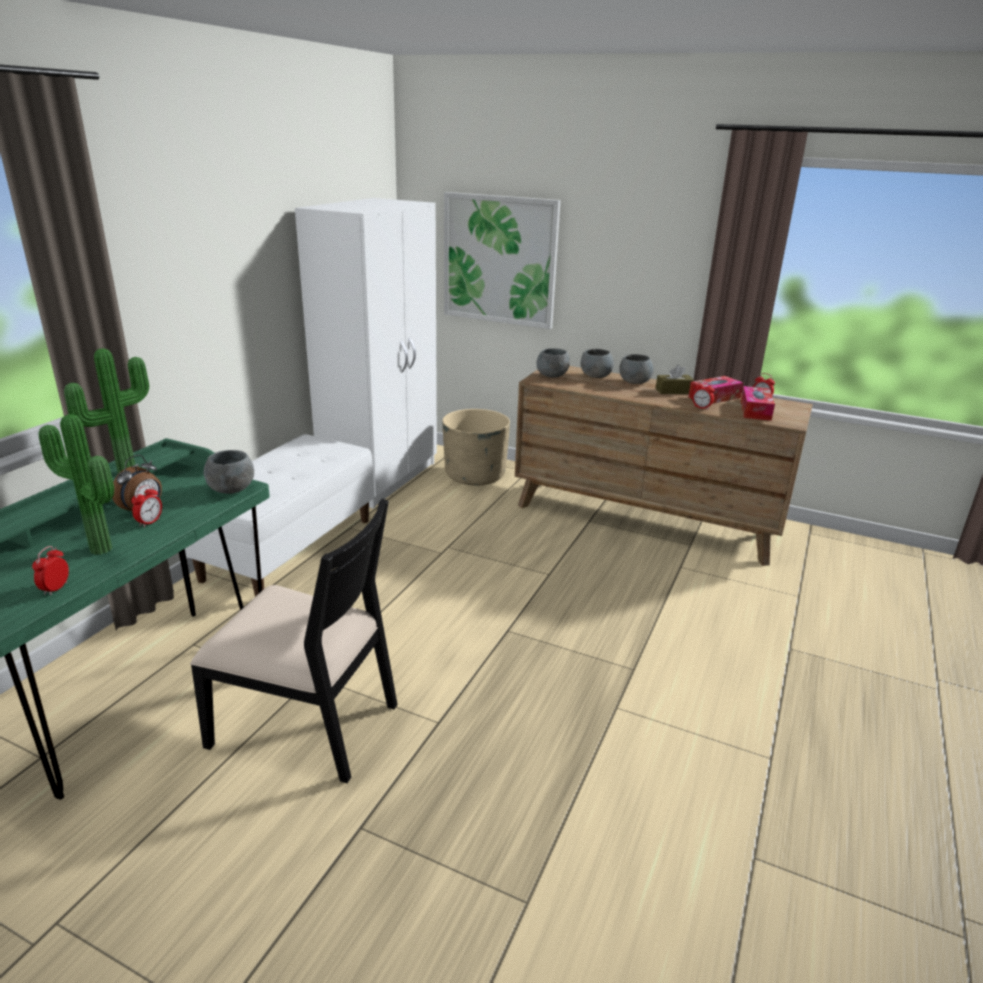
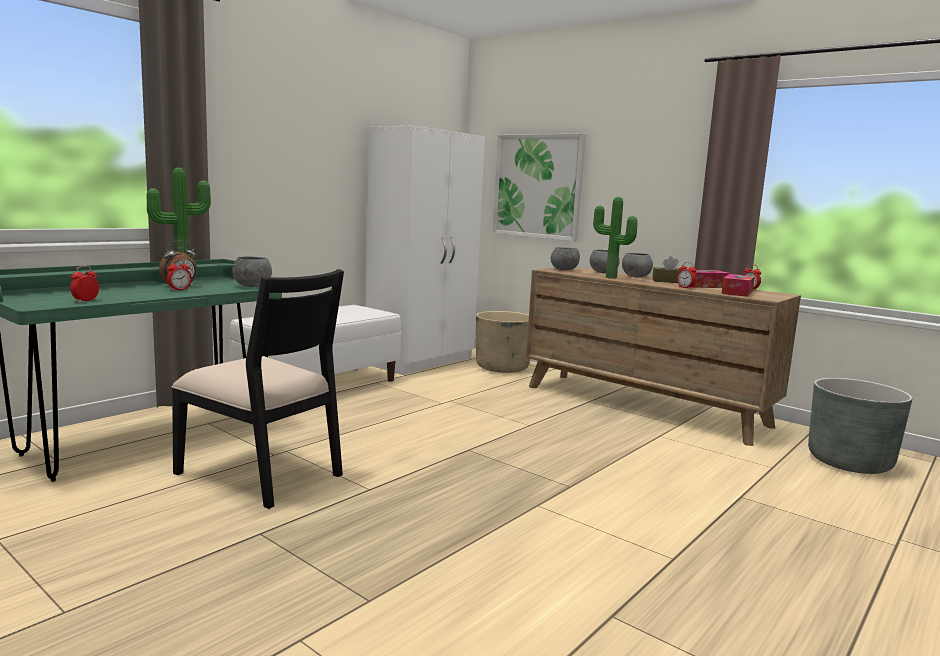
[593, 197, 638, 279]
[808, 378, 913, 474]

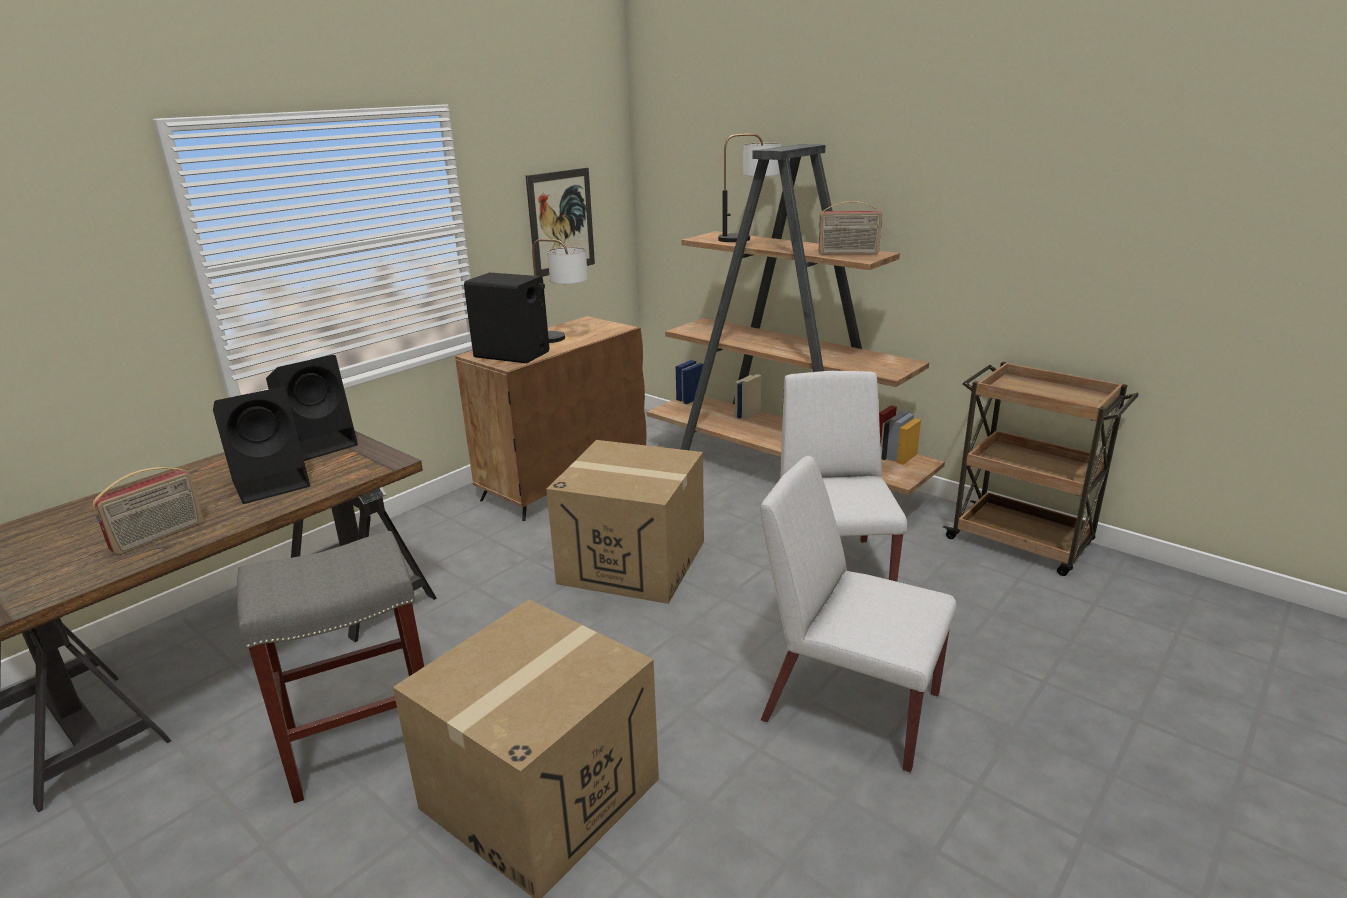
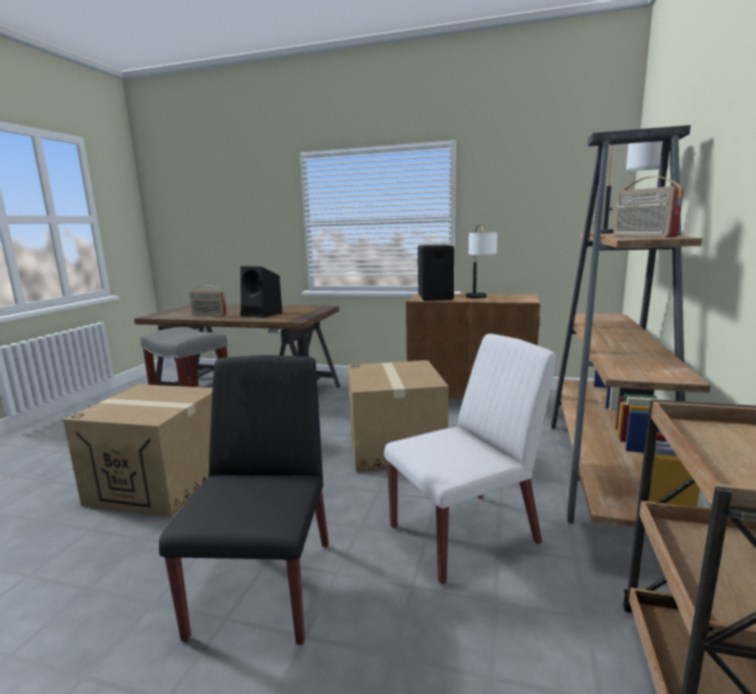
[266, 355, 358, 461] (first image)
[526, 168, 595, 277] (first image)
[159, 355, 329, 645]

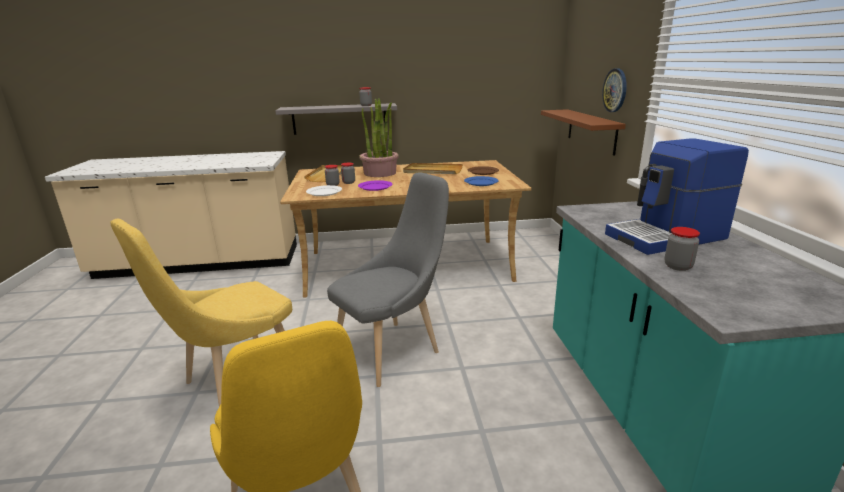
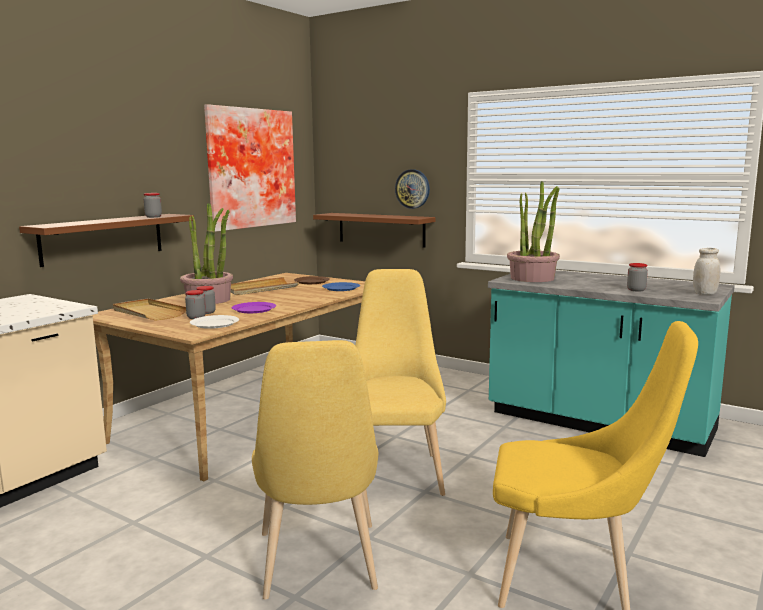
[19, 214, 194, 267]
[355, 269, 446, 496]
[605, 138, 749, 255] (first image)
[204, 104, 296, 232]
[507, 181, 560, 282]
[693, 248, 720, 295]

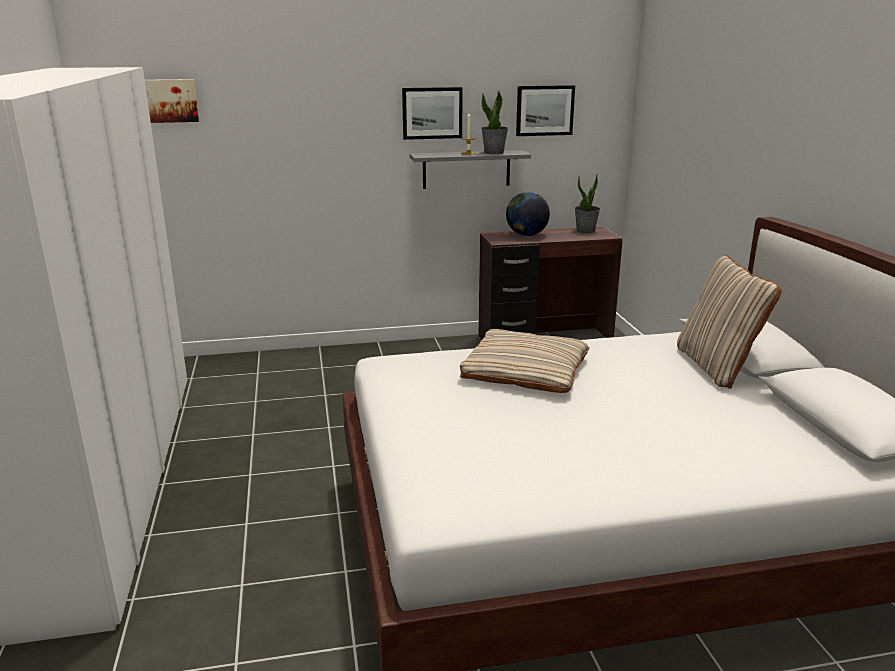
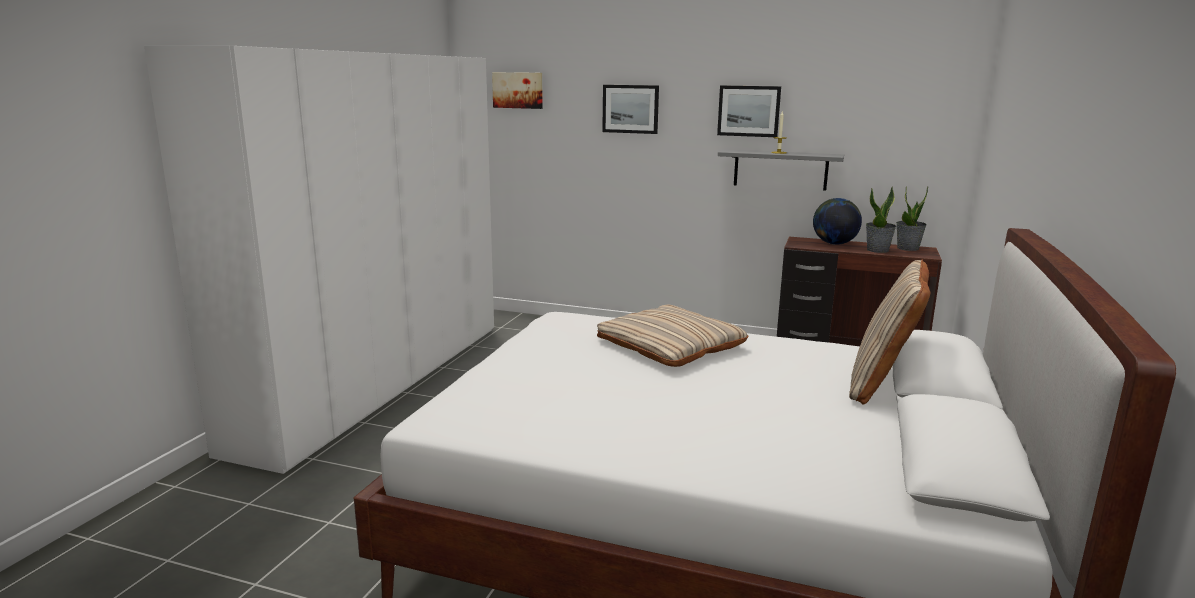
[866, 186, 896, 253]
[602, 85, 659, 134]

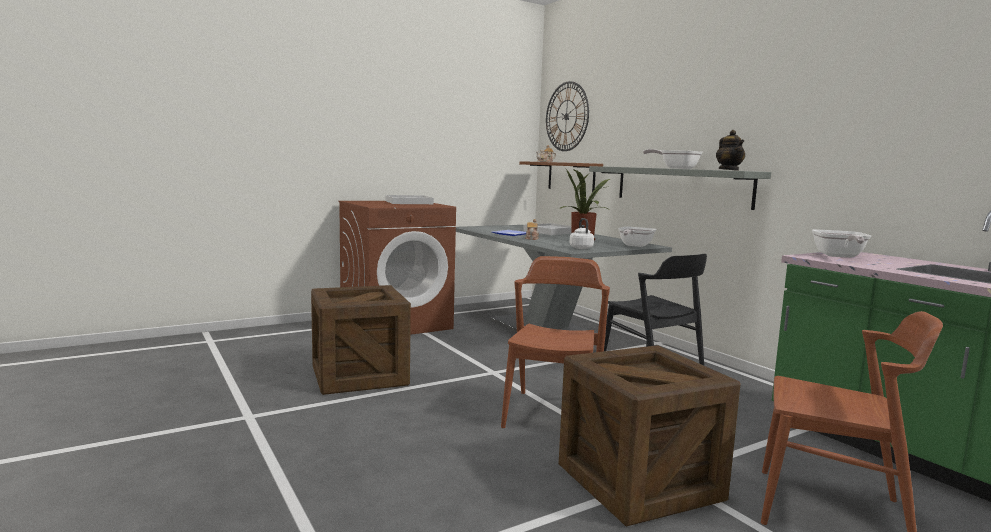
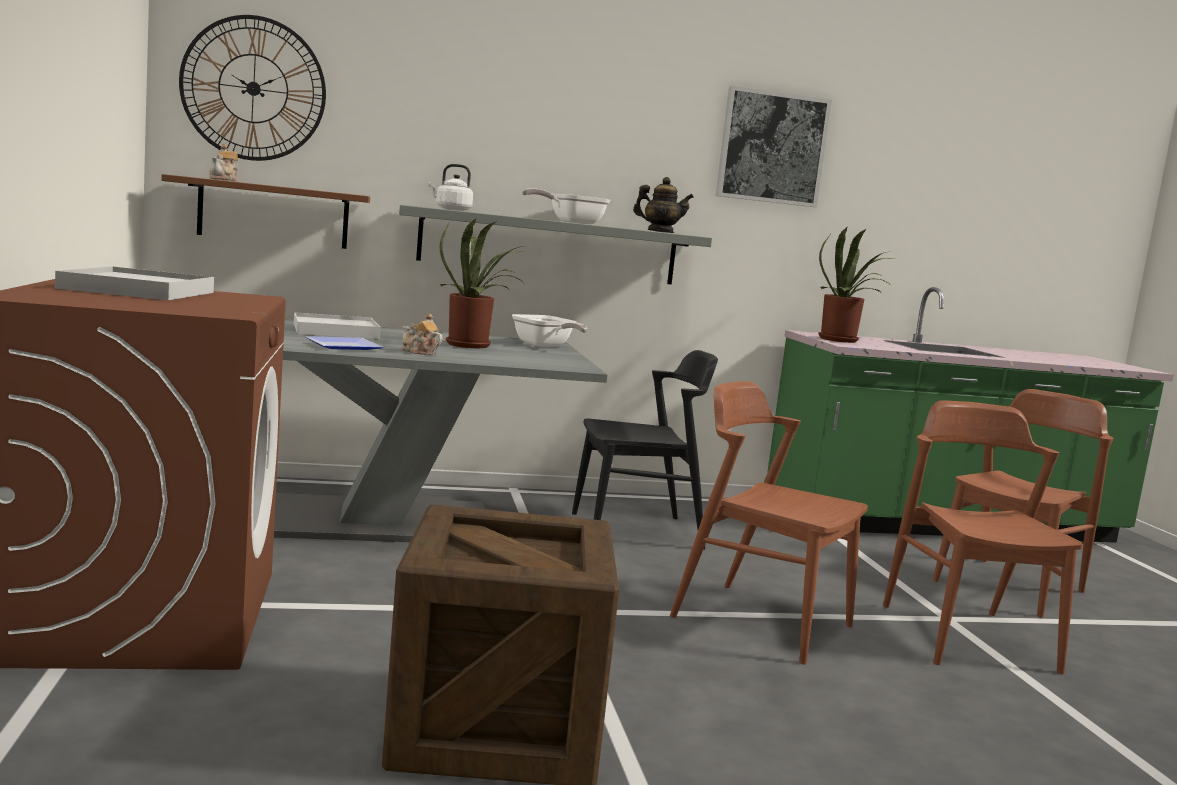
[883, 400, 1082, 674]
[428, 164, 473, 211]
[818, 227, 896, 343]
[716, 86, 832, 207]

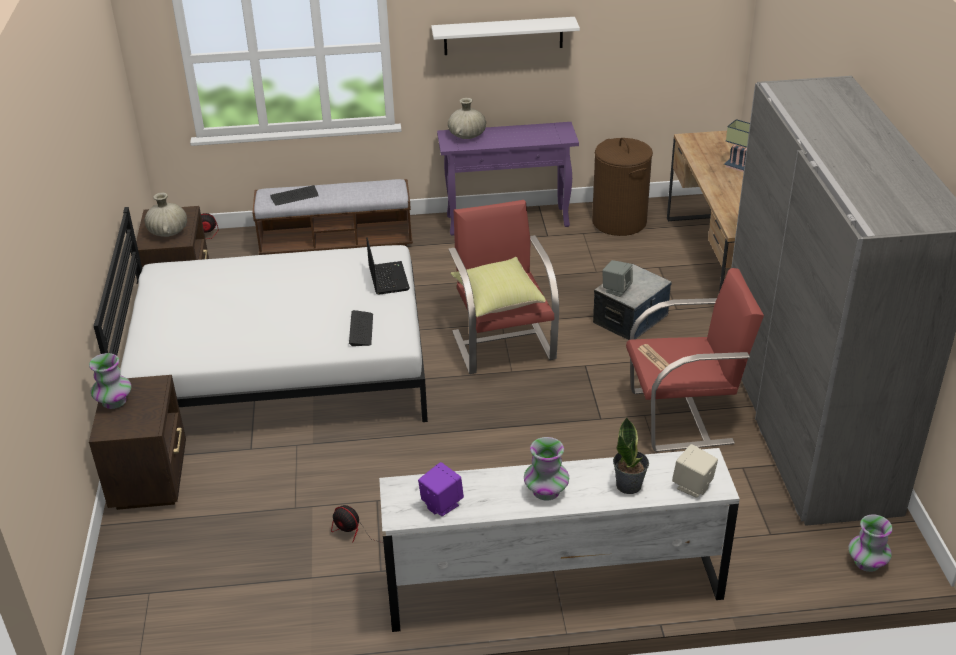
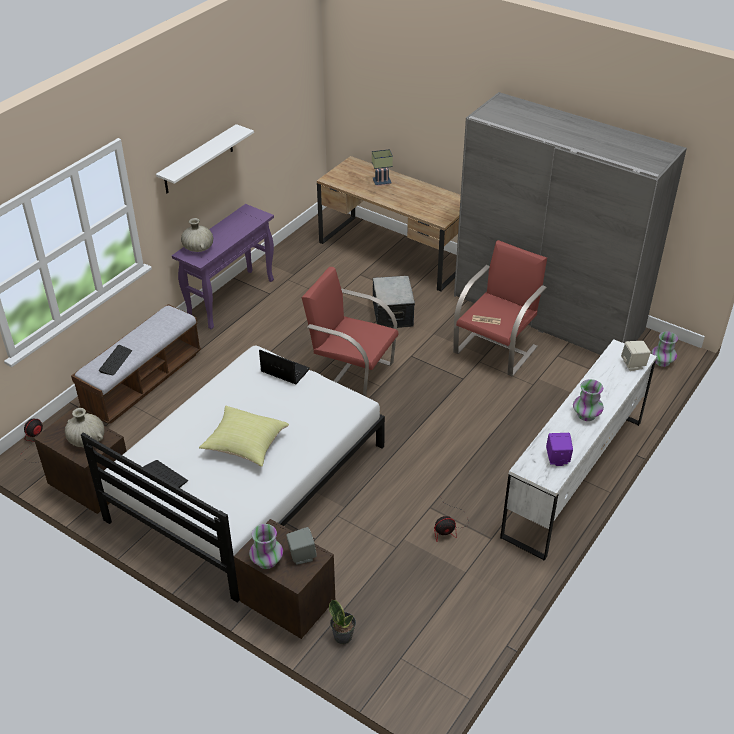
[144, 460, 188, 488]
[199, 406, 289, 467]
[592, 138, 653, 236] (first image)
[286, 527, 317, 565]
[329, 600, 356, 644]

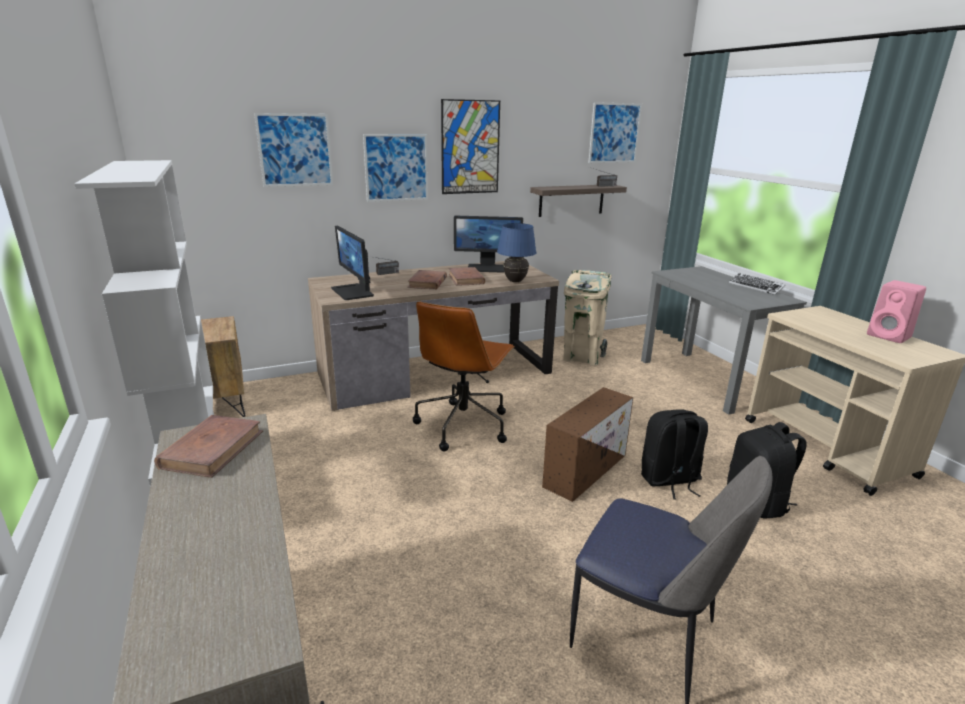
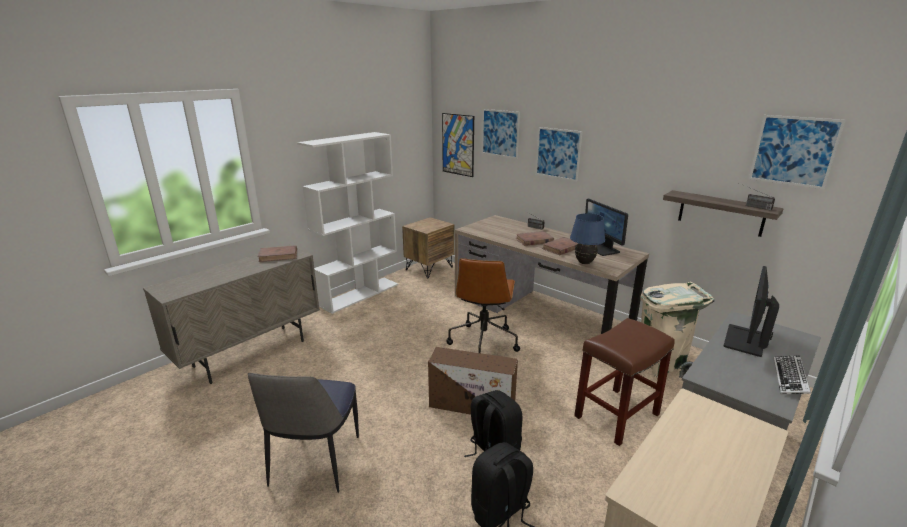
[723, 266, 779, 357]
[446, 258, 520, 353]
[442, 113, 474, 177]
[867, 280, 926, 343] (first image)
[574, 318, 675, 446]

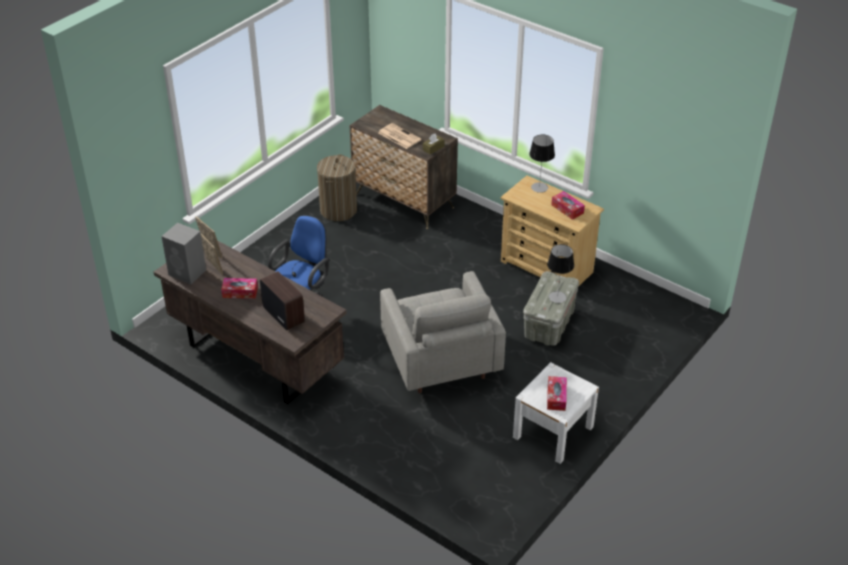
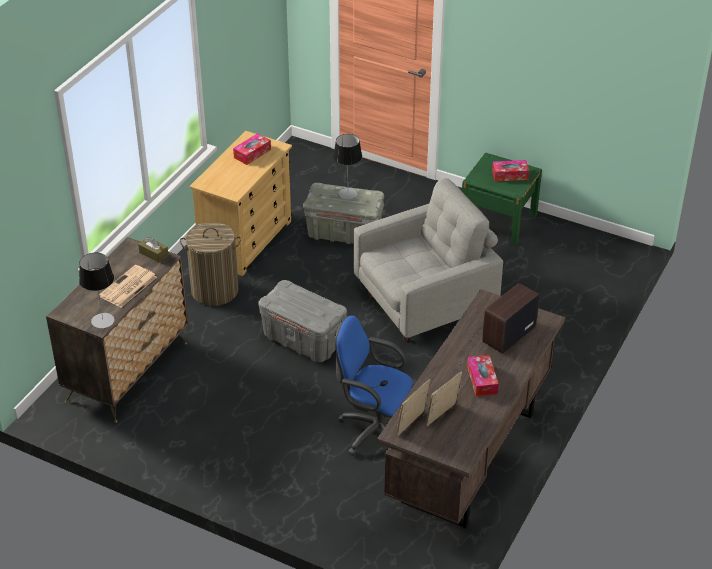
[161, 223, 206, 284] (first image)
[180, 222, 241, 306]
[462, 153, 542, 246]
[79, 253, 115, 328]
[258, 280, 347, 362]

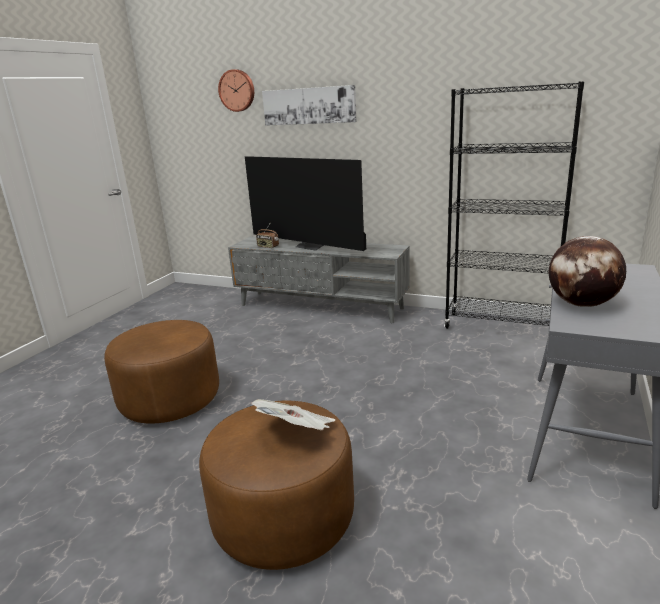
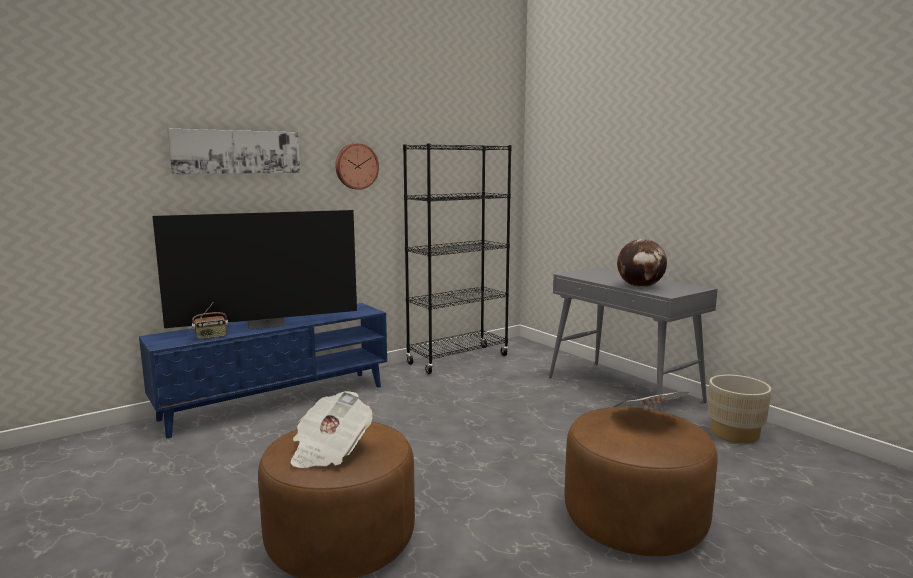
[335, 143, 379, 190]
[139, 303, 387, 439]
[291, 391, 373, 468]
[708, 375, 771, 444]

